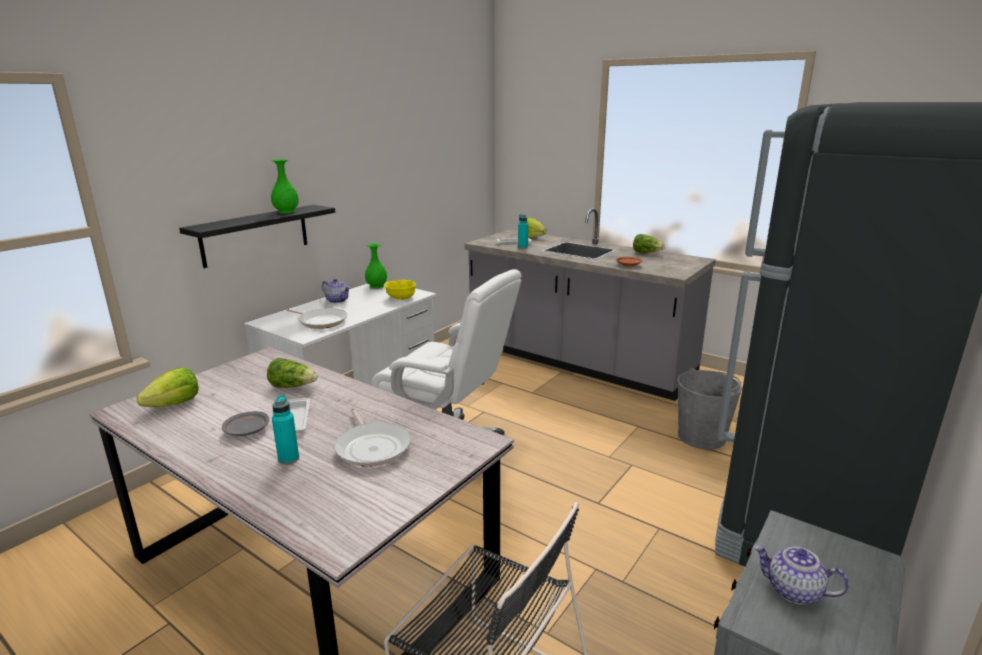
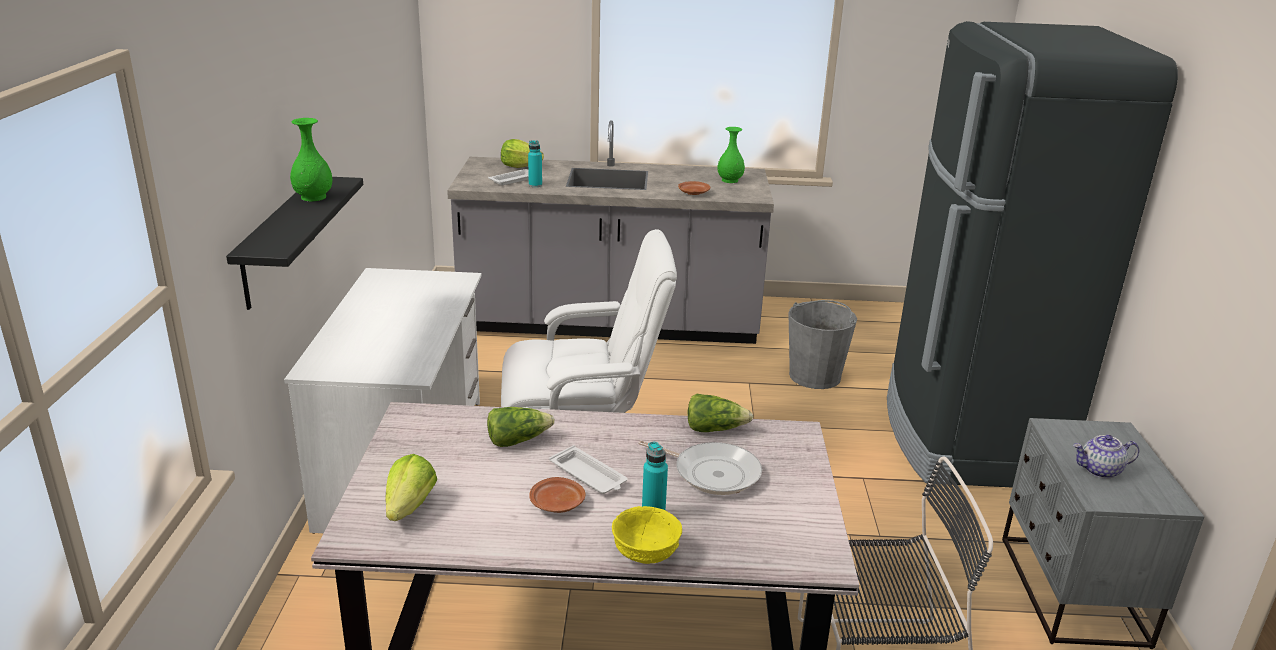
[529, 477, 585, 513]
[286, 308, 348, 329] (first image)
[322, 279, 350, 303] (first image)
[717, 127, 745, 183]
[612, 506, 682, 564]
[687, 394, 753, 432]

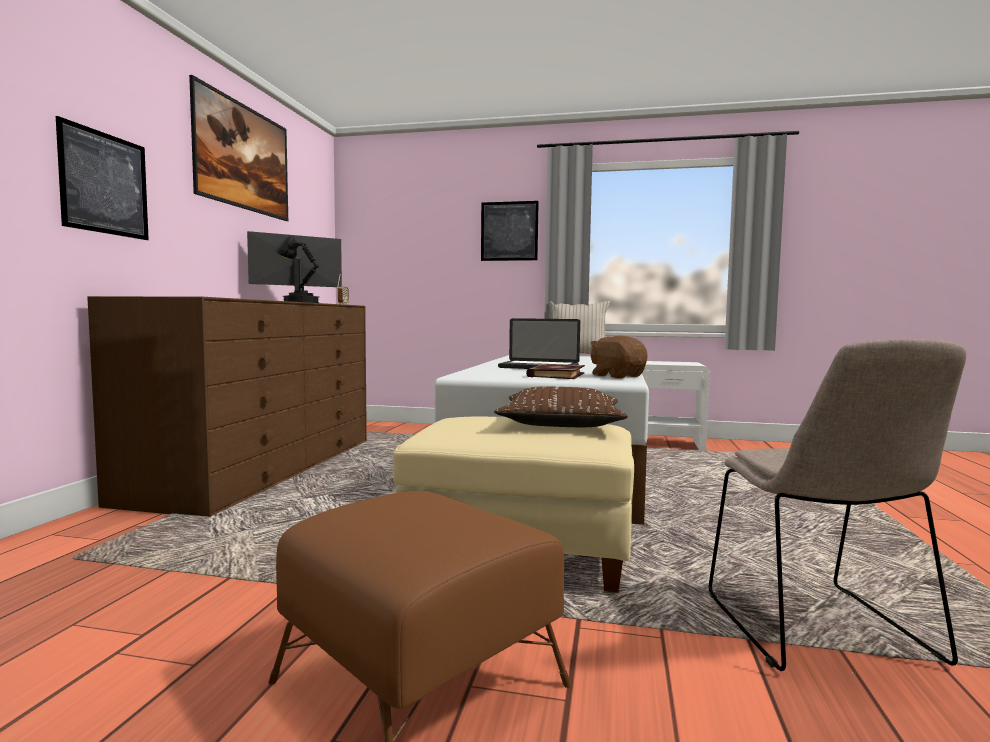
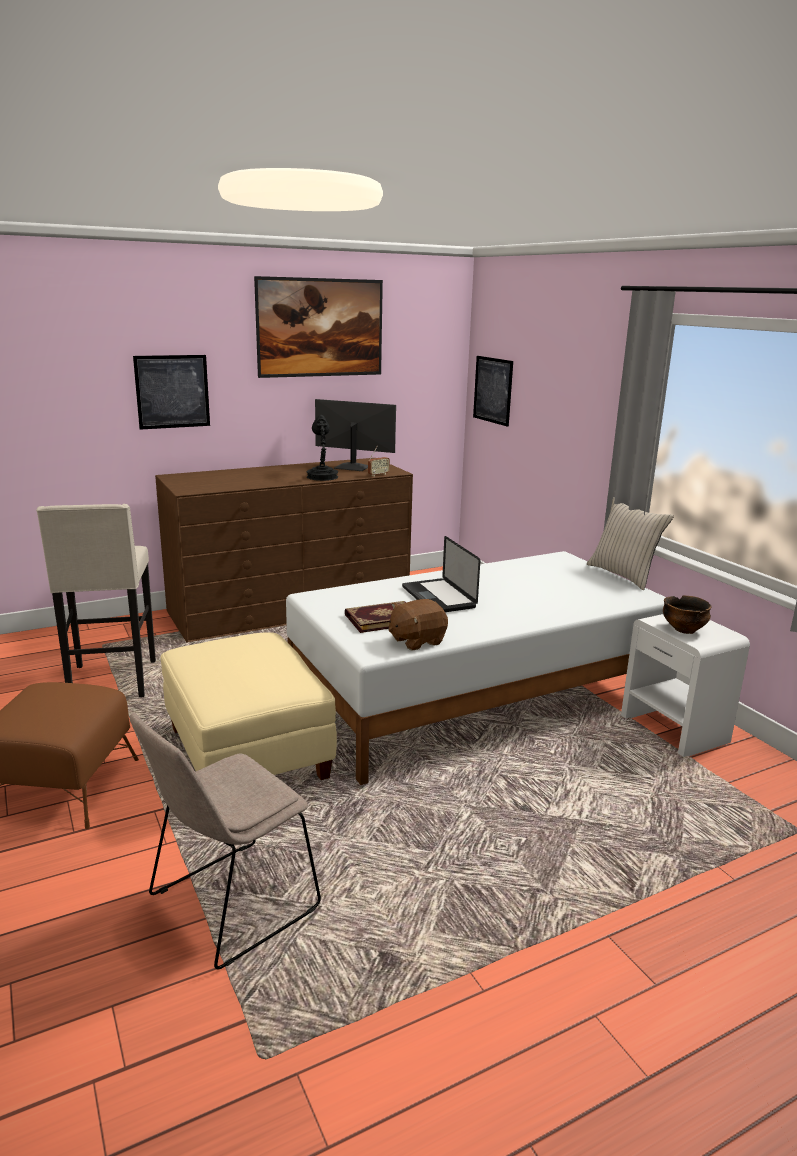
[473, 356, 513, 427]
[494, 387, 628, 427] (first image)
[389, 599, 448, 650]
[36, 504, 156, 698]
[663, 595, 712, 634]

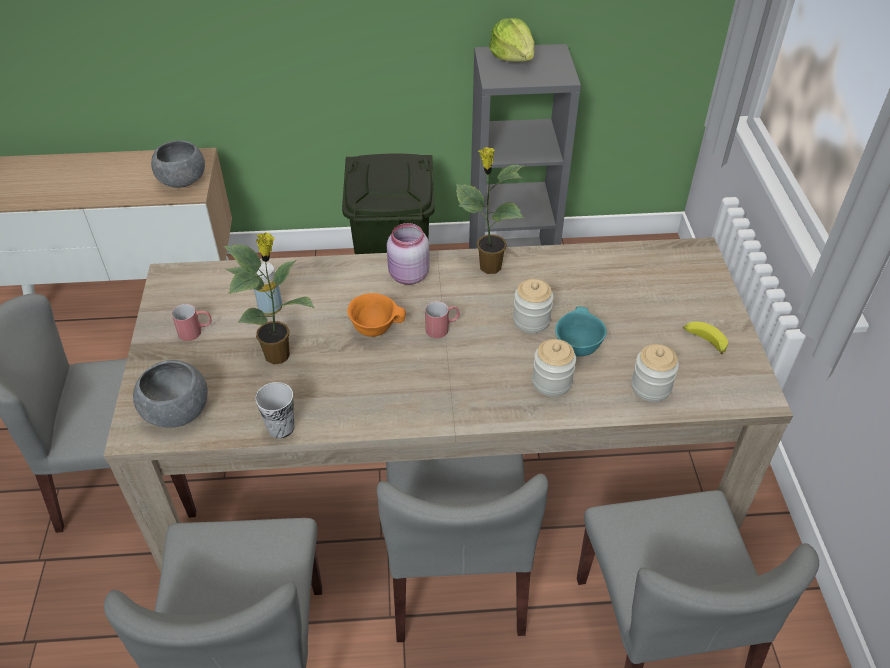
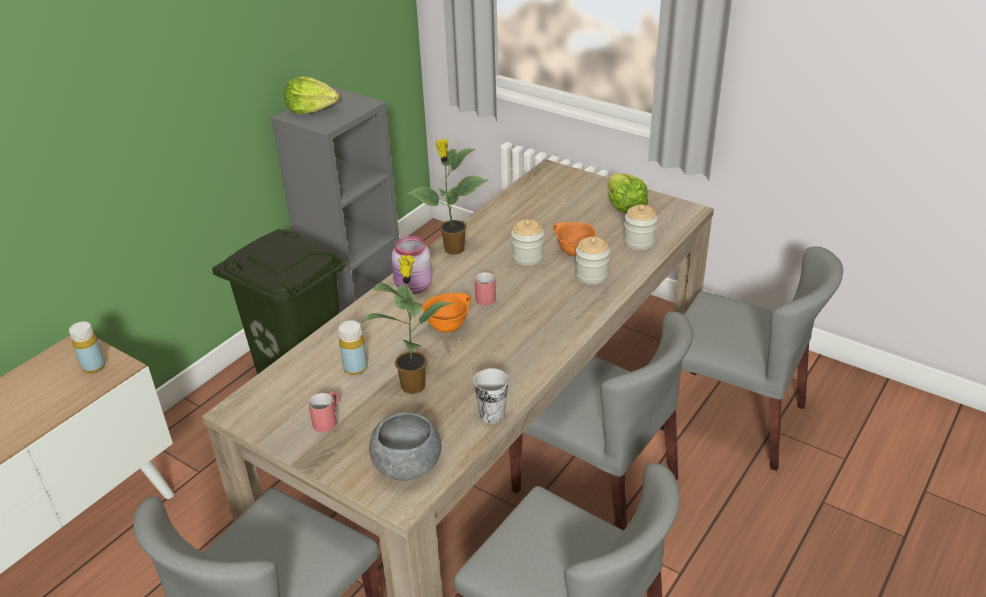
[69, 322, 105, 373]
[553, 222, 596, 257]
[608, 173, 649, 213]

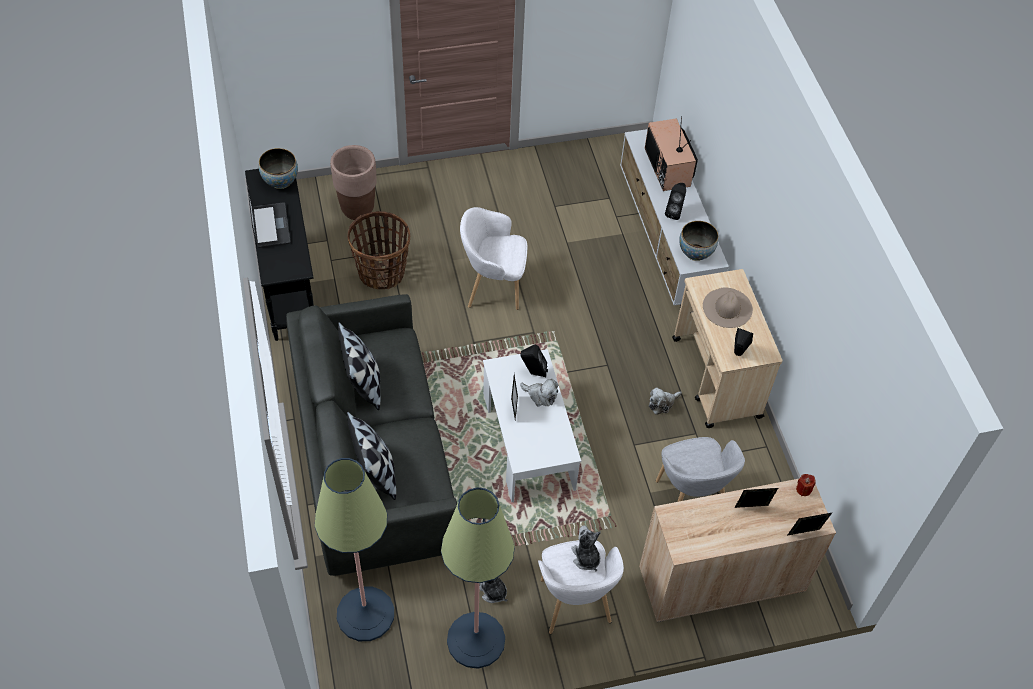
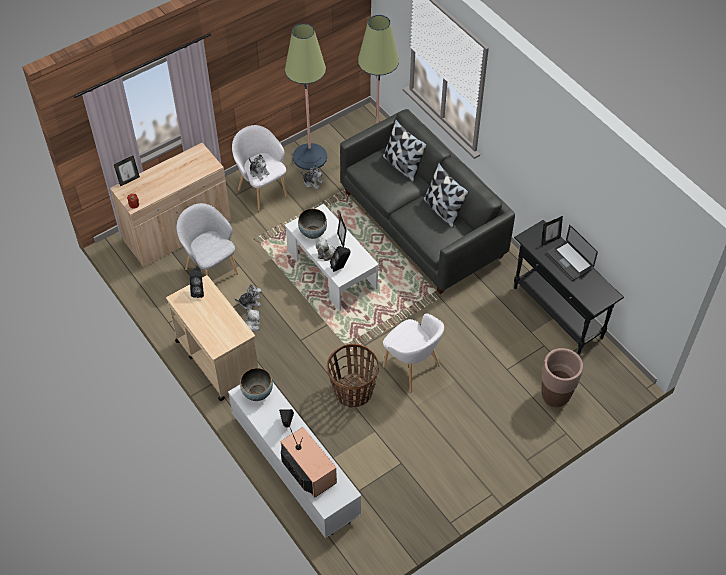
[298, 209, 327, 239]
[327, 344, 379, 408]
[383, 313, 444, 392]
[703, 288, 753, 328] (first image)
[542, 216, 563, 245]
[234, 284, 261, 310]

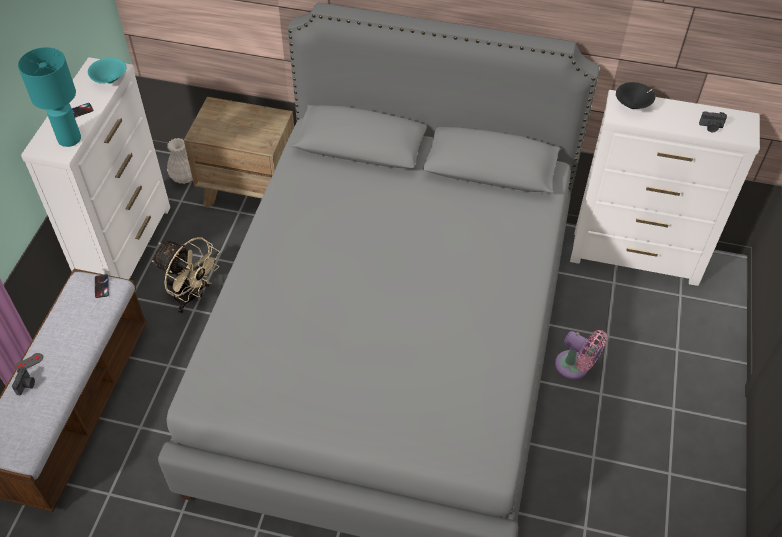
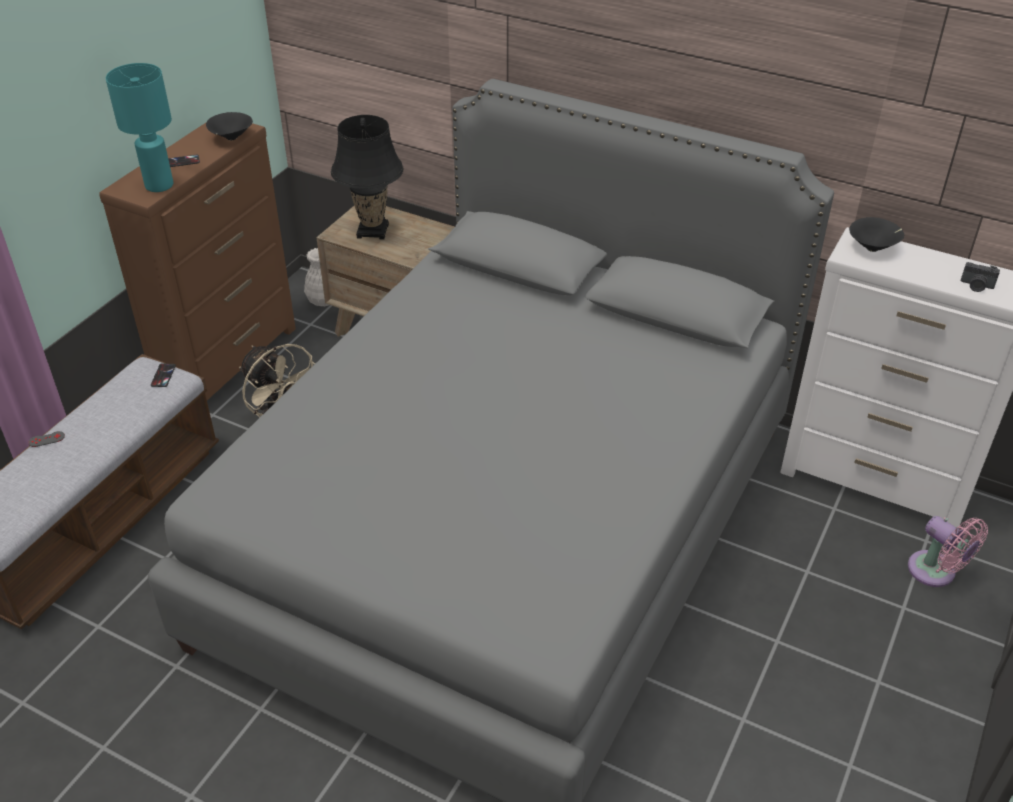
[12, 367, 35, 395] (first image)
[99, 123, 296, 400]
[206, 112, 253, 140]
[908, 516, 988, 587]
[331, 115, 404, 240]

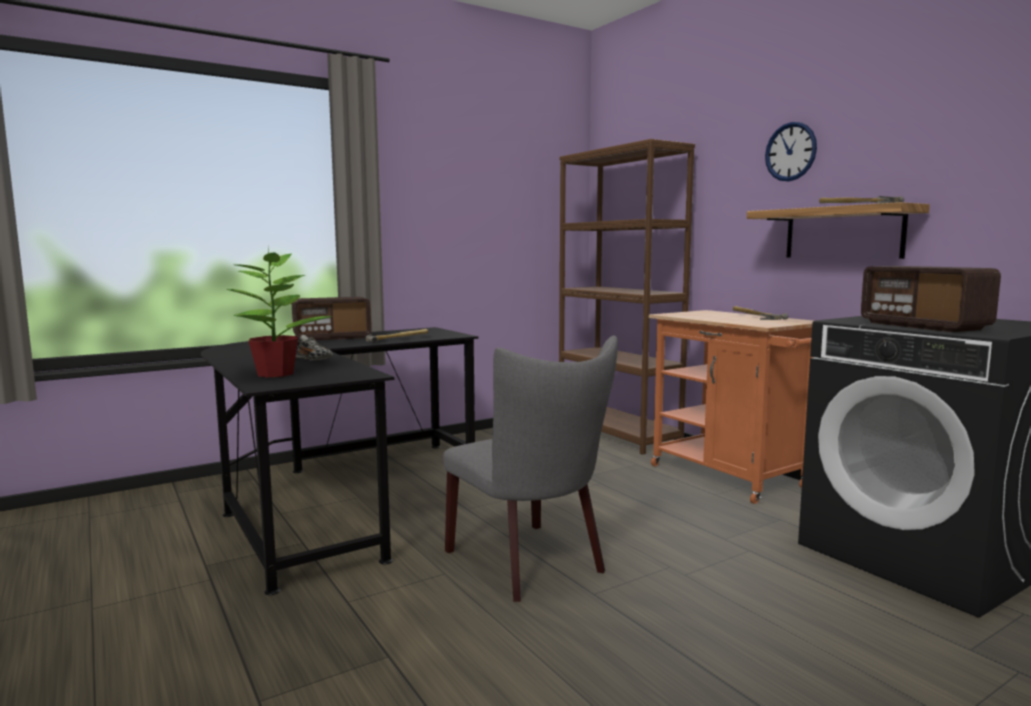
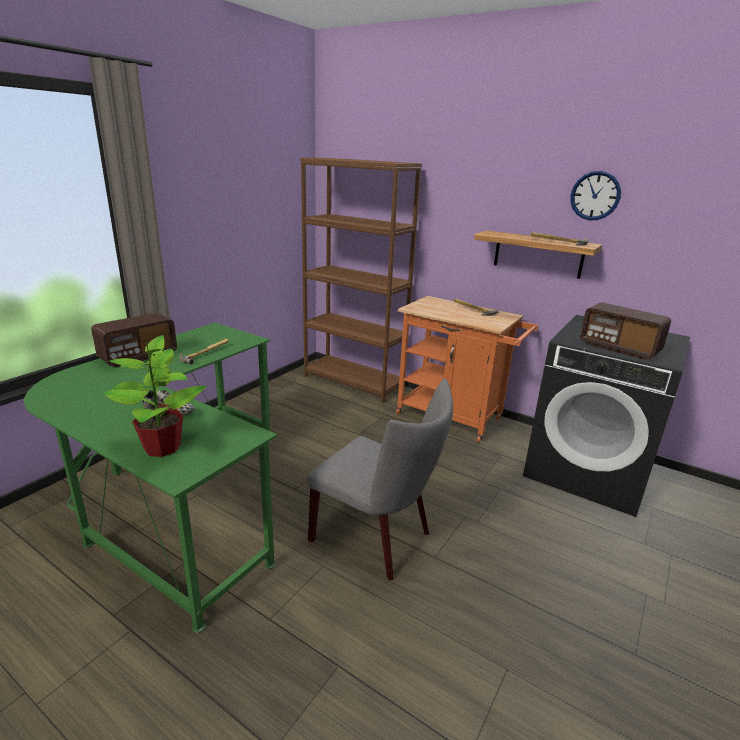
[24, 323, 277, 633]
[570, 171, 621, 220]

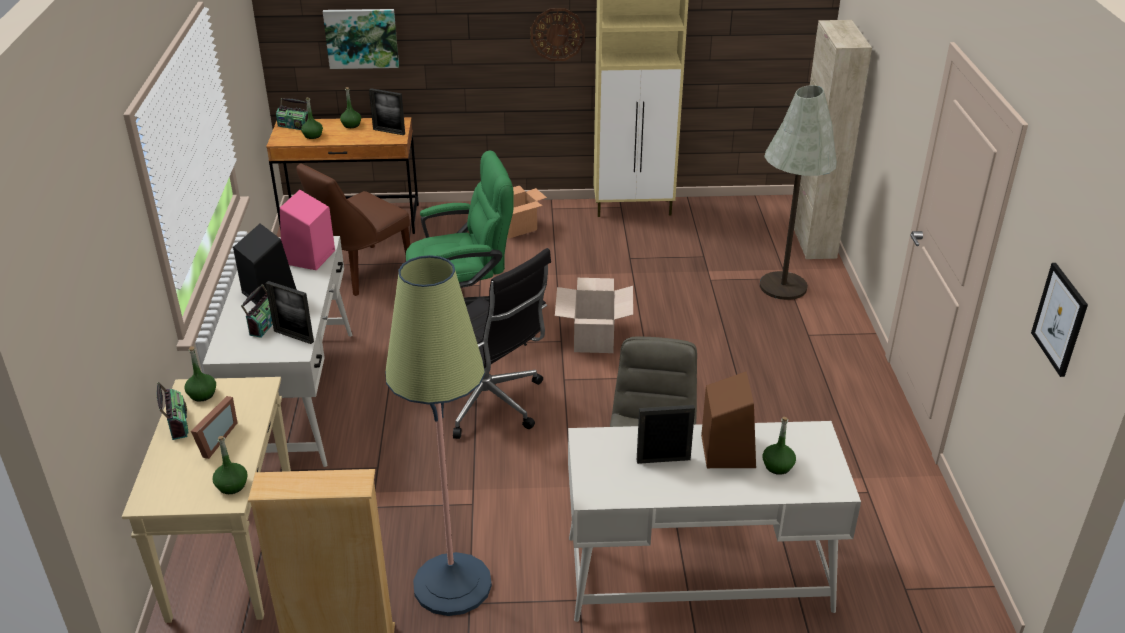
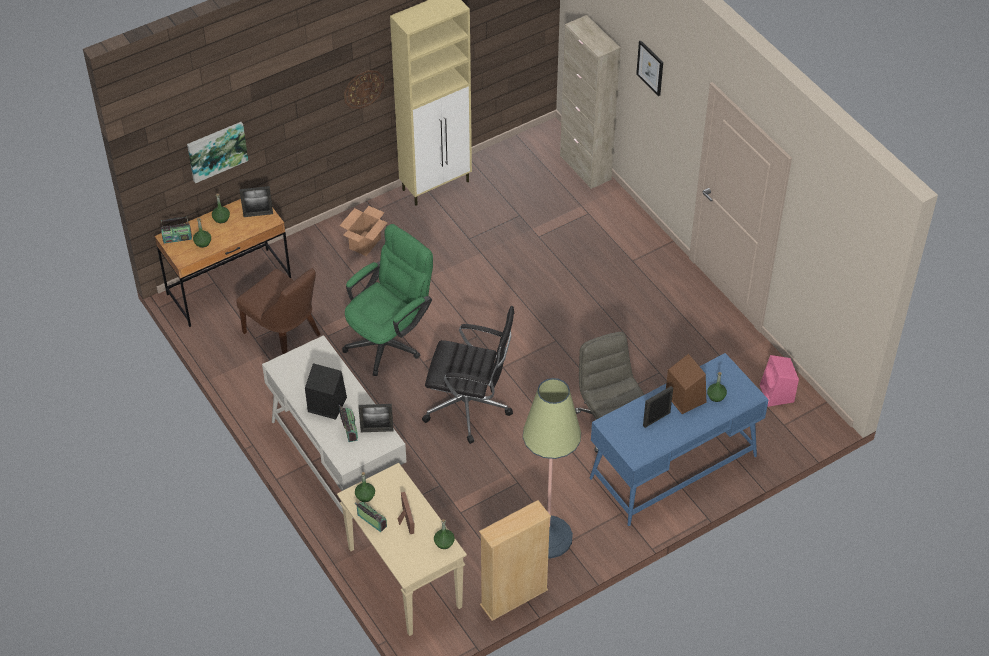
[760, 355, 799, 407]
[236, 268, 321, 355]
[555, 278, 633, 353] (first image)
[590, 353, 769, 526]
[760, 85, 837, 300] (first image)
[636, 40, 663, 96]

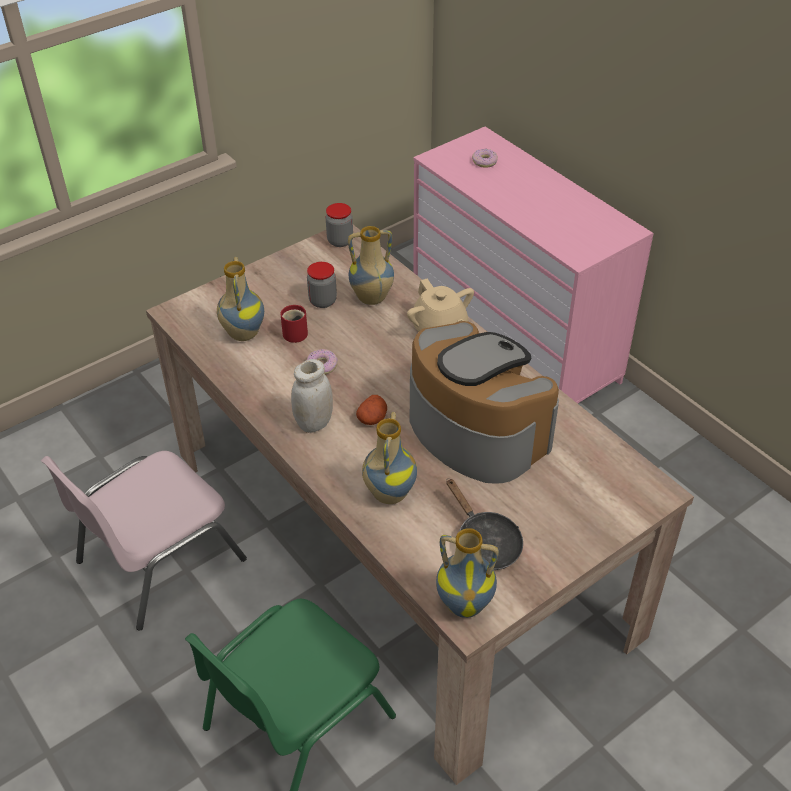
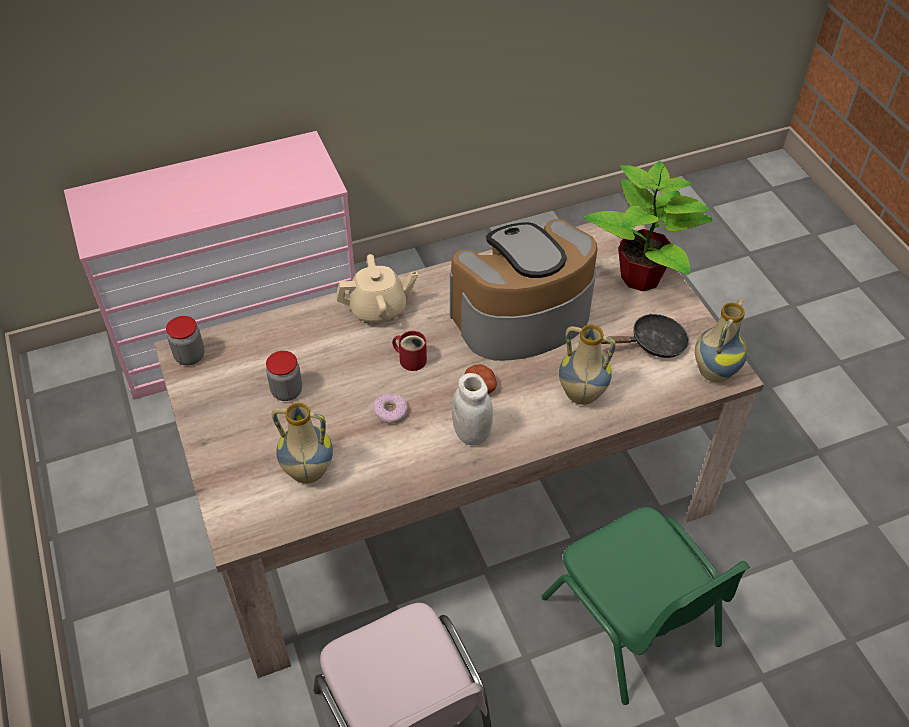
[392, 331, 427, 371]
[348, 226, 394, 305] (first image)
[472, 149, 498, 168] (first image)
[584, 161, 714, 291]

